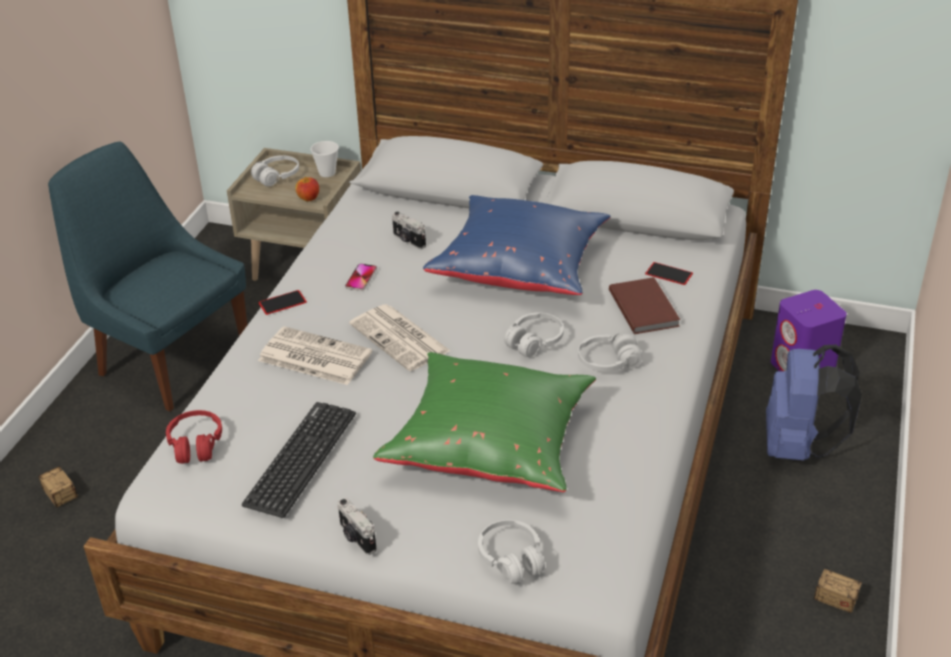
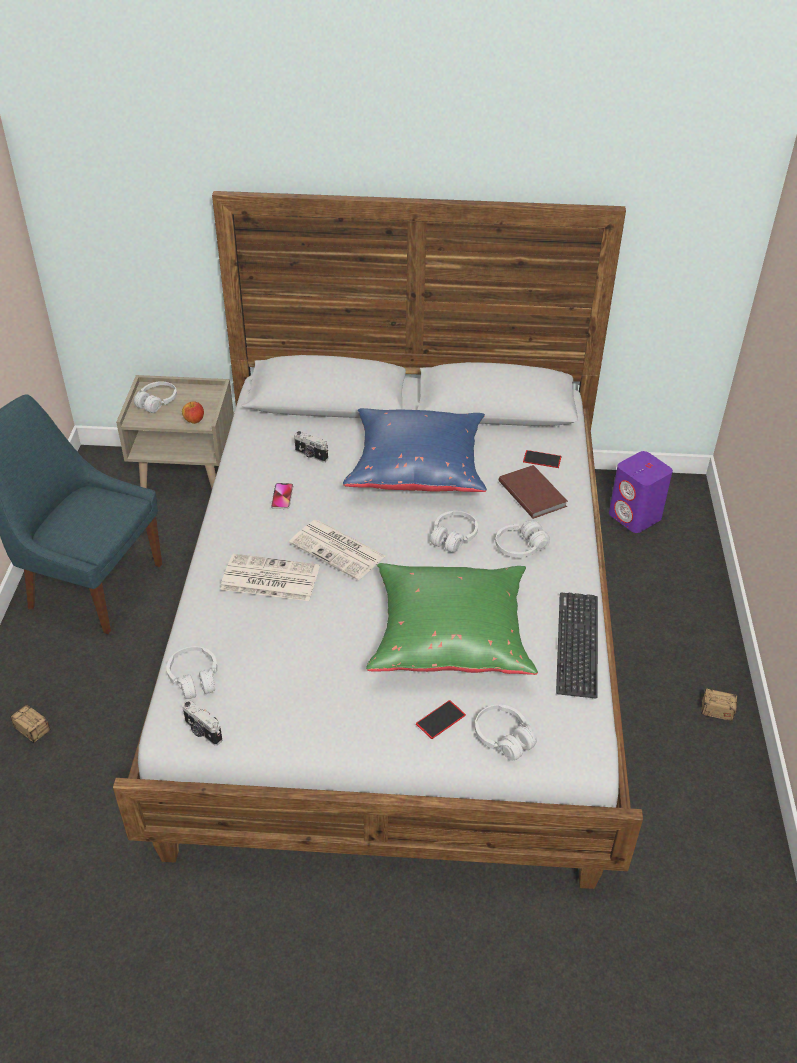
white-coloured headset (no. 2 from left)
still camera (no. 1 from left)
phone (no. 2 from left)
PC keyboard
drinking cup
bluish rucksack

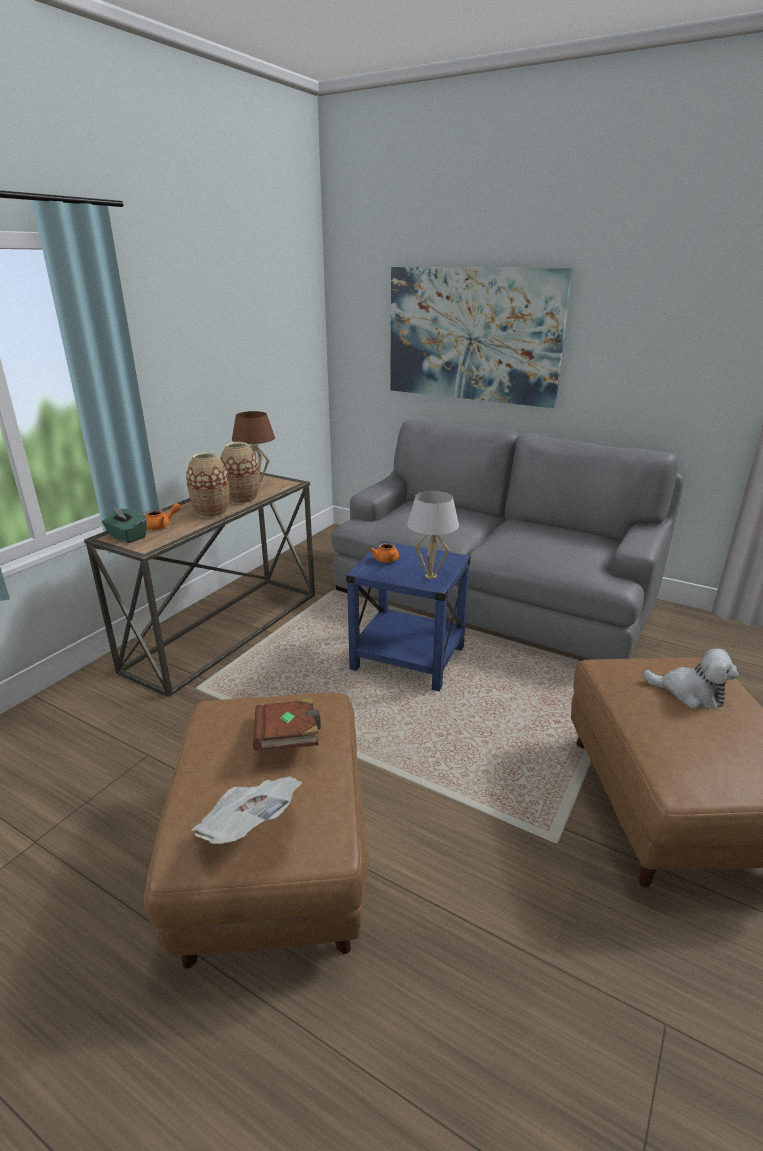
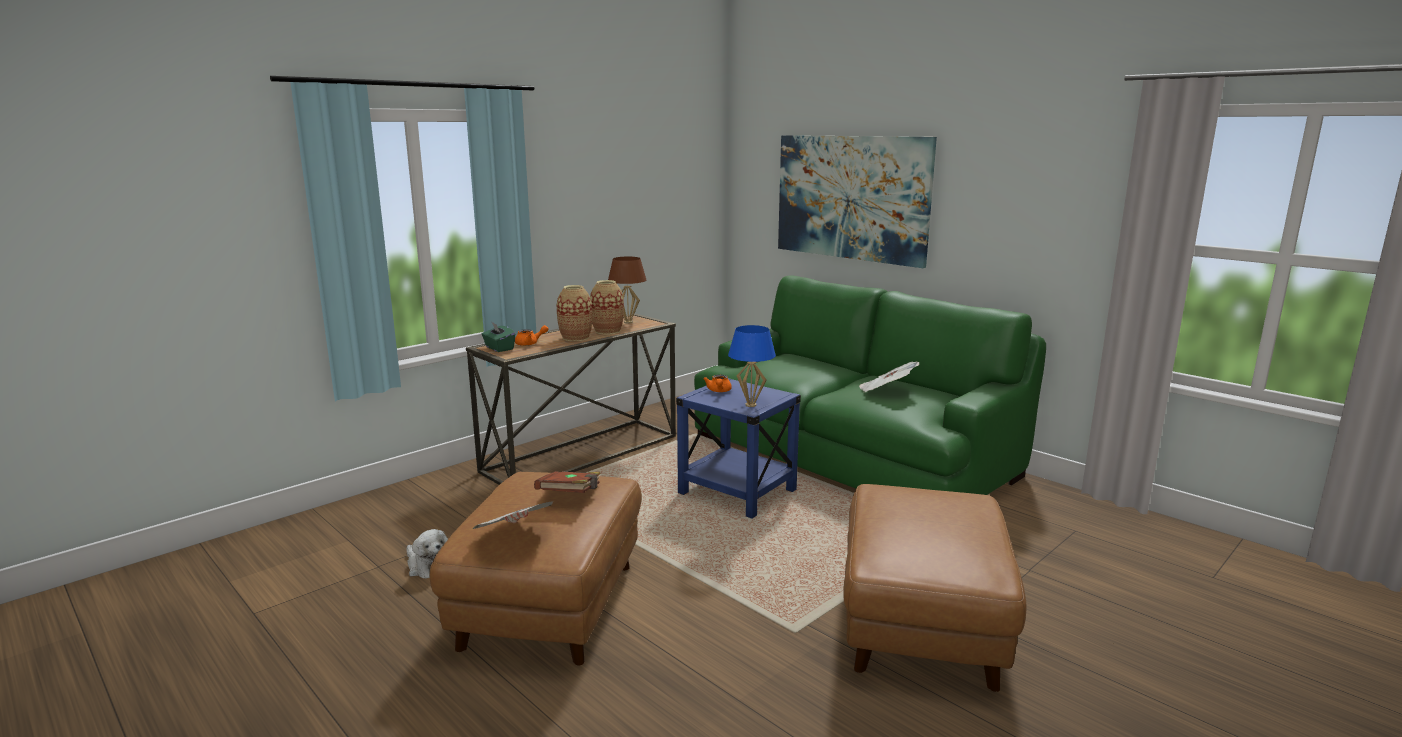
cuddly toy
greenish sofa
bluish lamp for a table
printed paper (no. 2 from left)

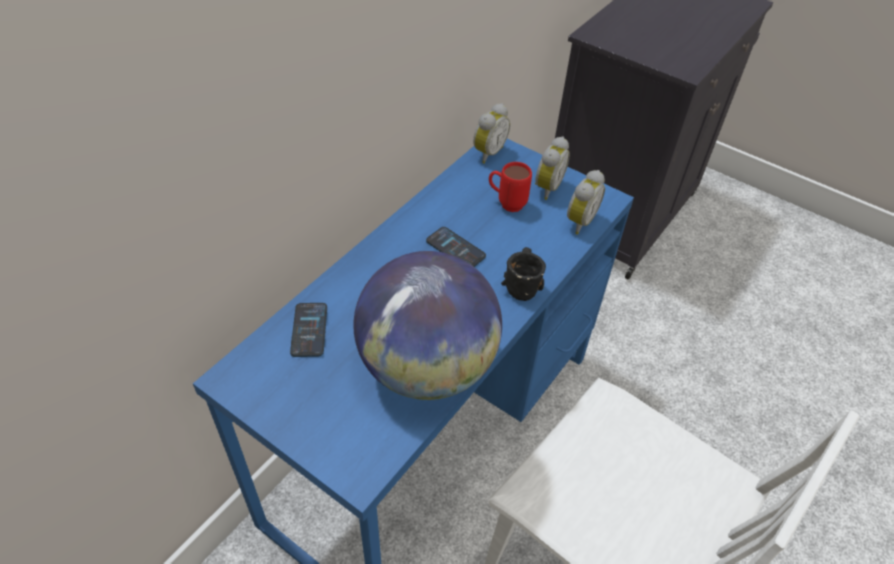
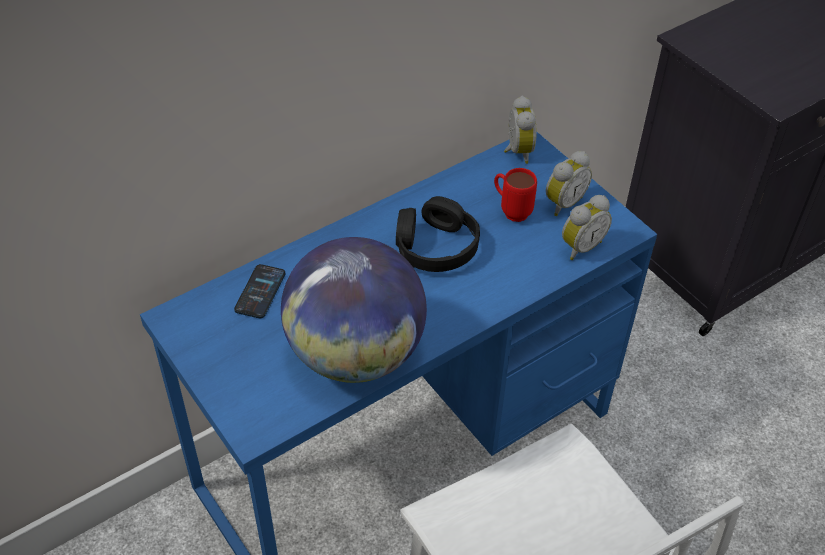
black-coloured headset
table clock (no. 1 from left)
black-coloured coffee mug

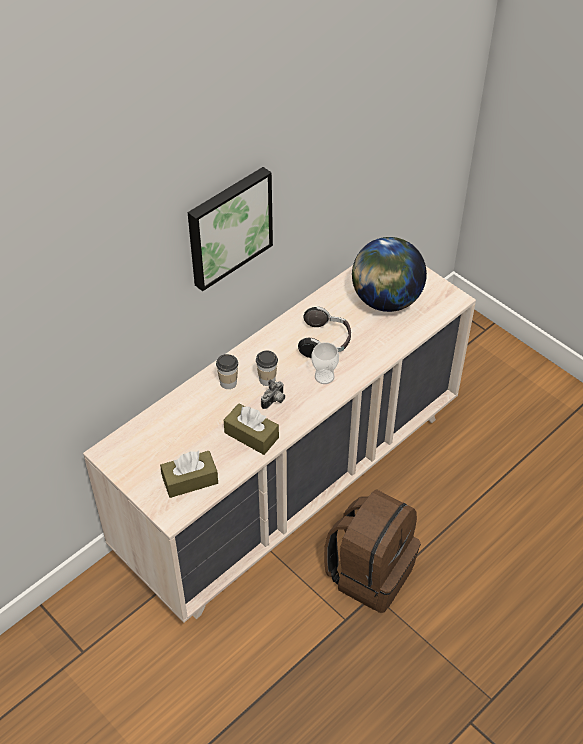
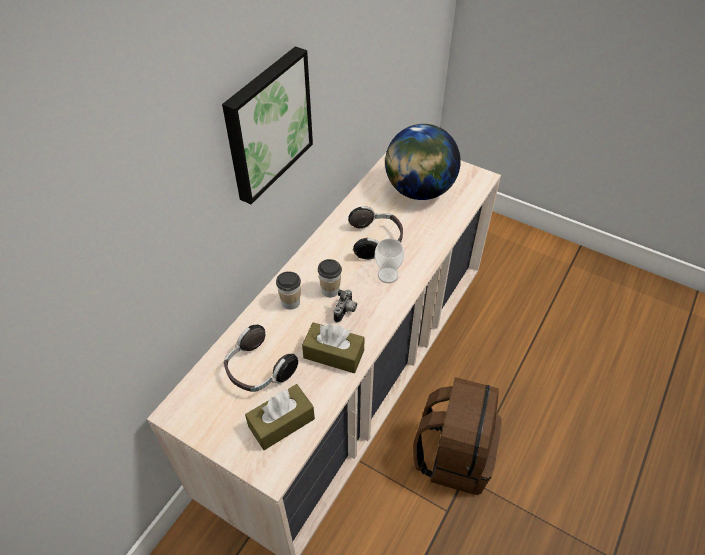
headset (no. 1 from left)

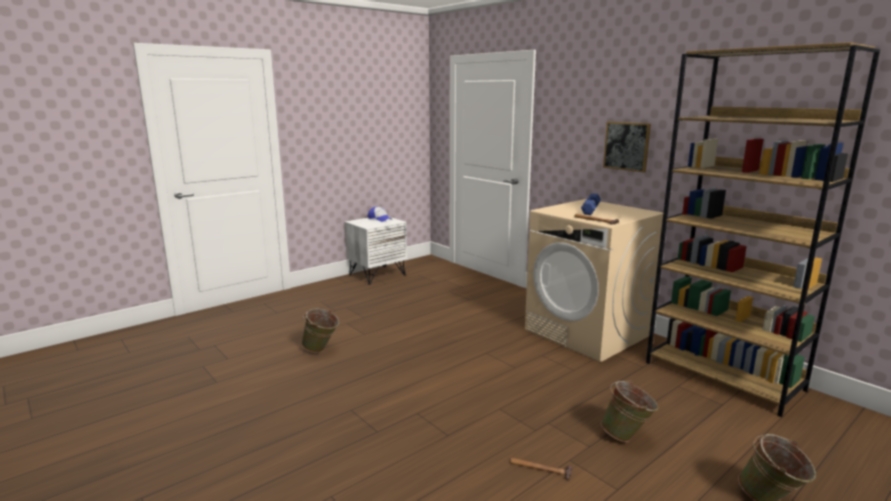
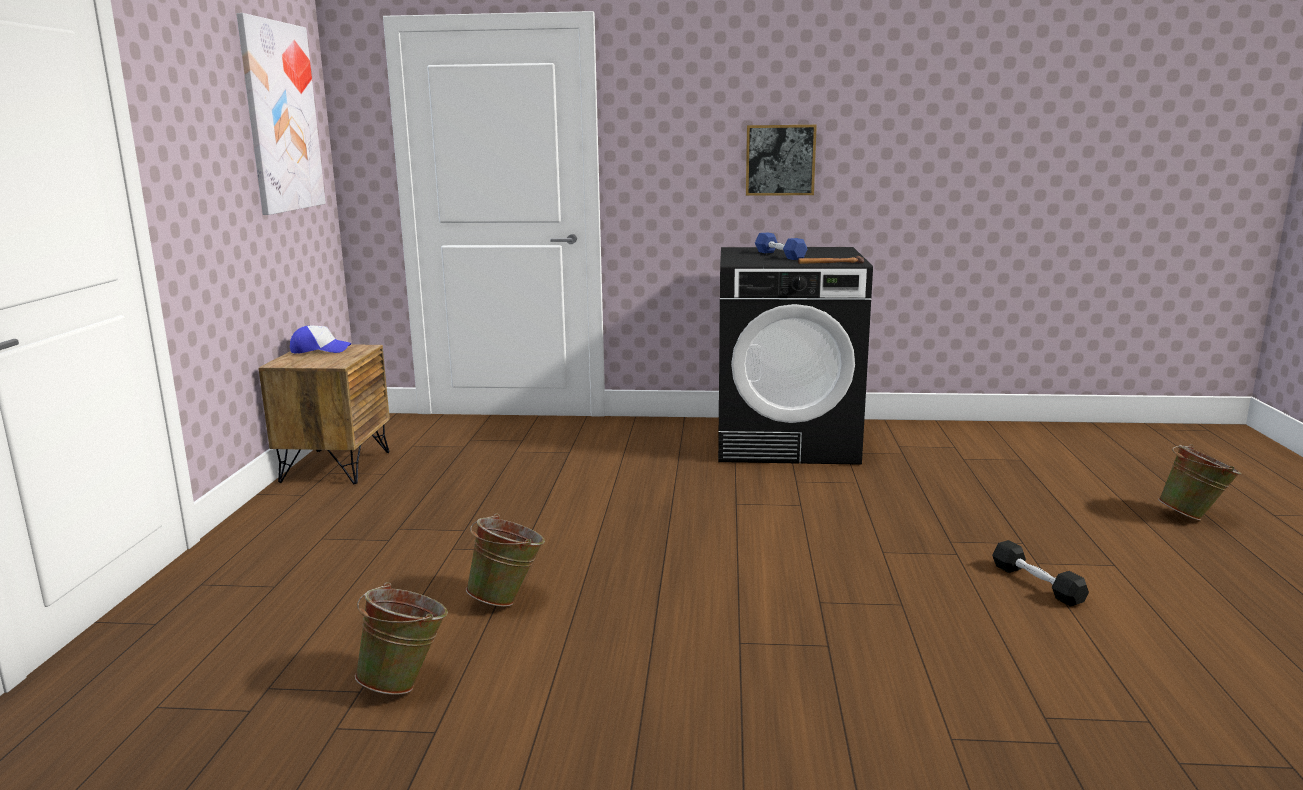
picture (no. 1 from left)
brown nightstand
greenish pail (no. 1 from left)
black-coloured laundry machine
black-coloured hand weight
brown bookshelf

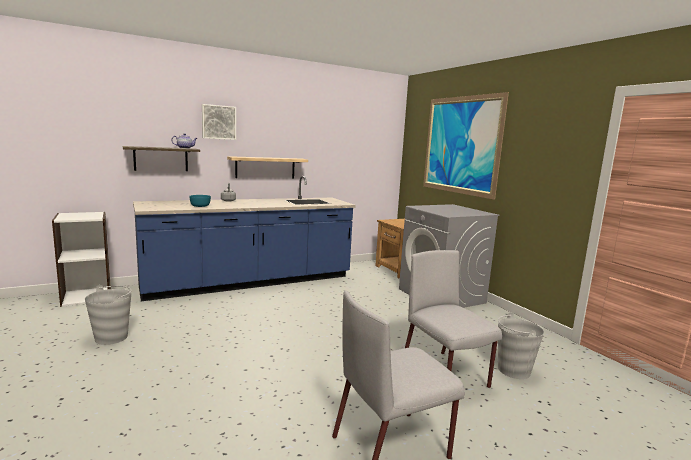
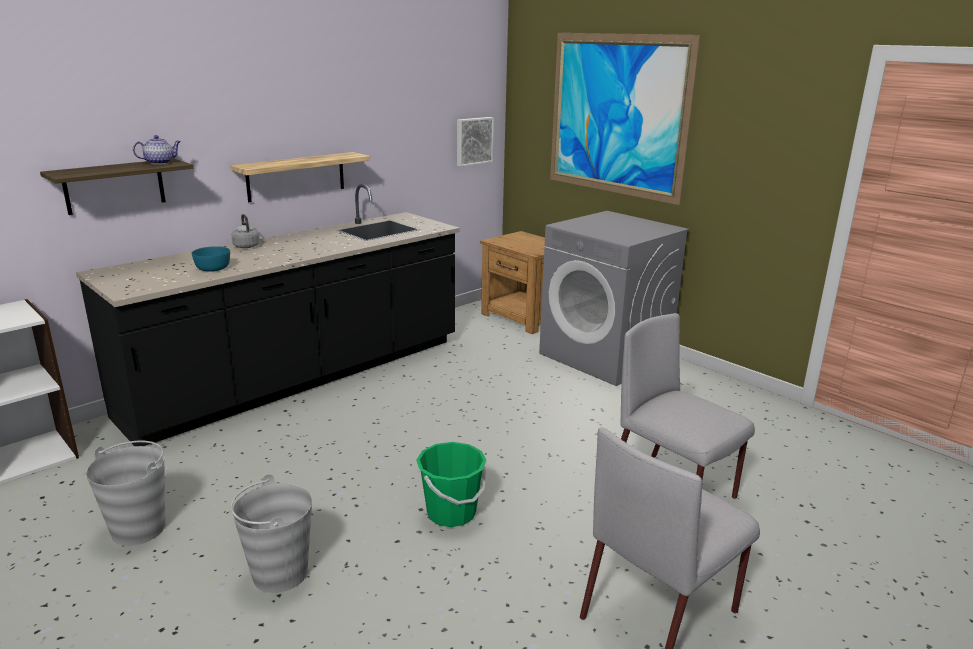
black-coloured kitchen counter
grey pail (no. 2 from left)
greenish pail
picture (no. 1 from left)

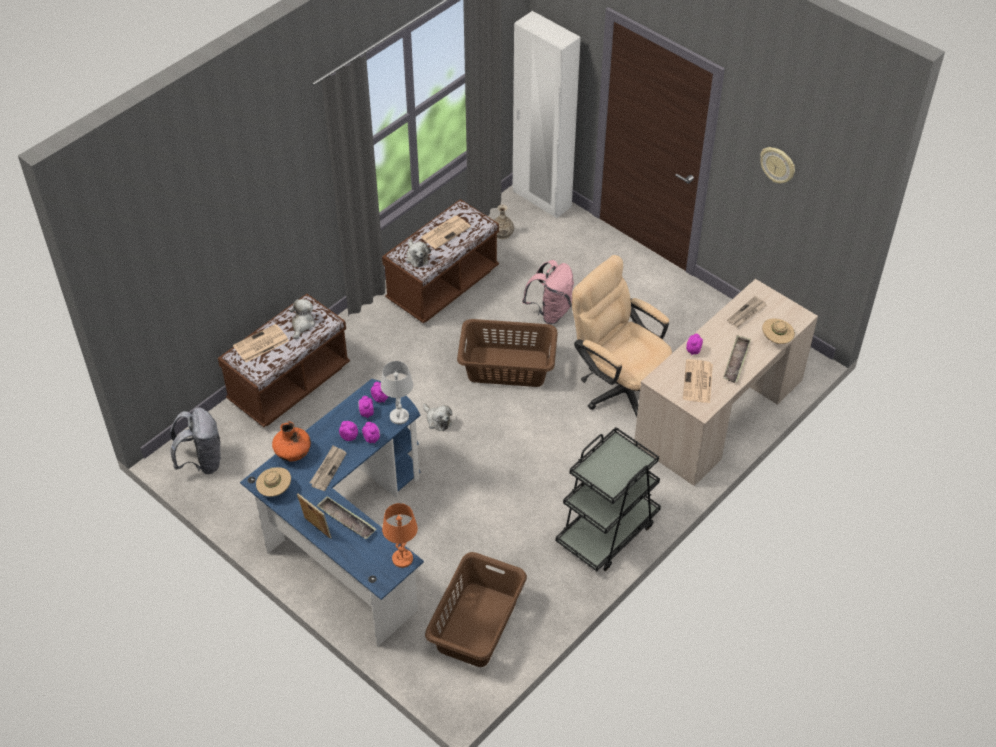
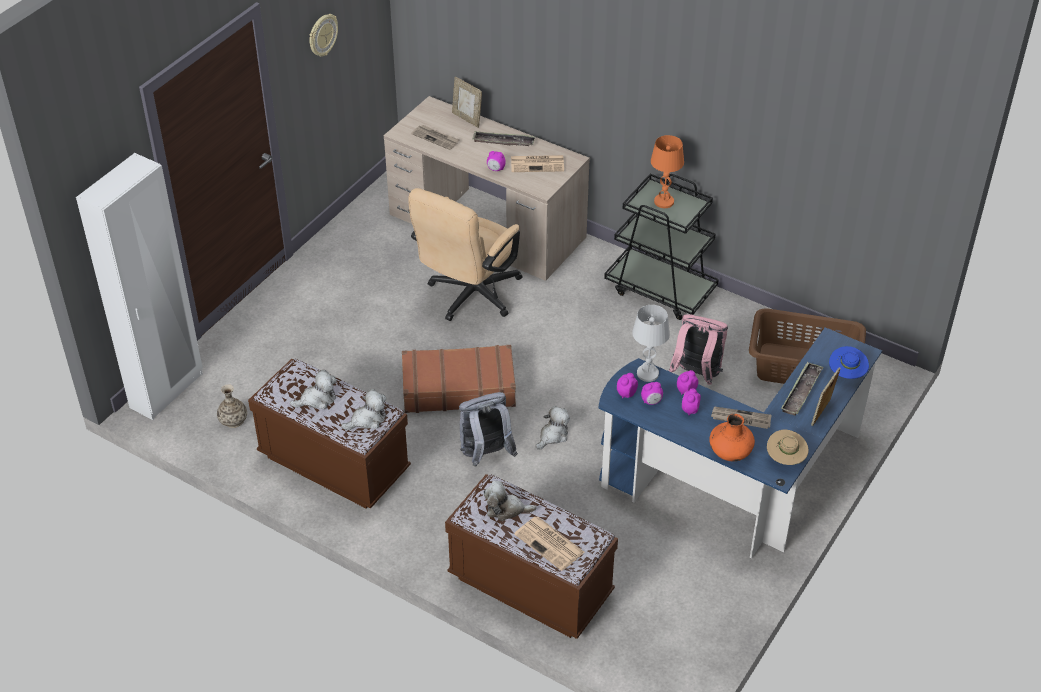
cuddly toy (no. 1 from left)
brown piece of luggage
picture frame (no. 1 from left)
grey rucksack
orangey lamp for a table
pink rucksack
bluish clothing hat

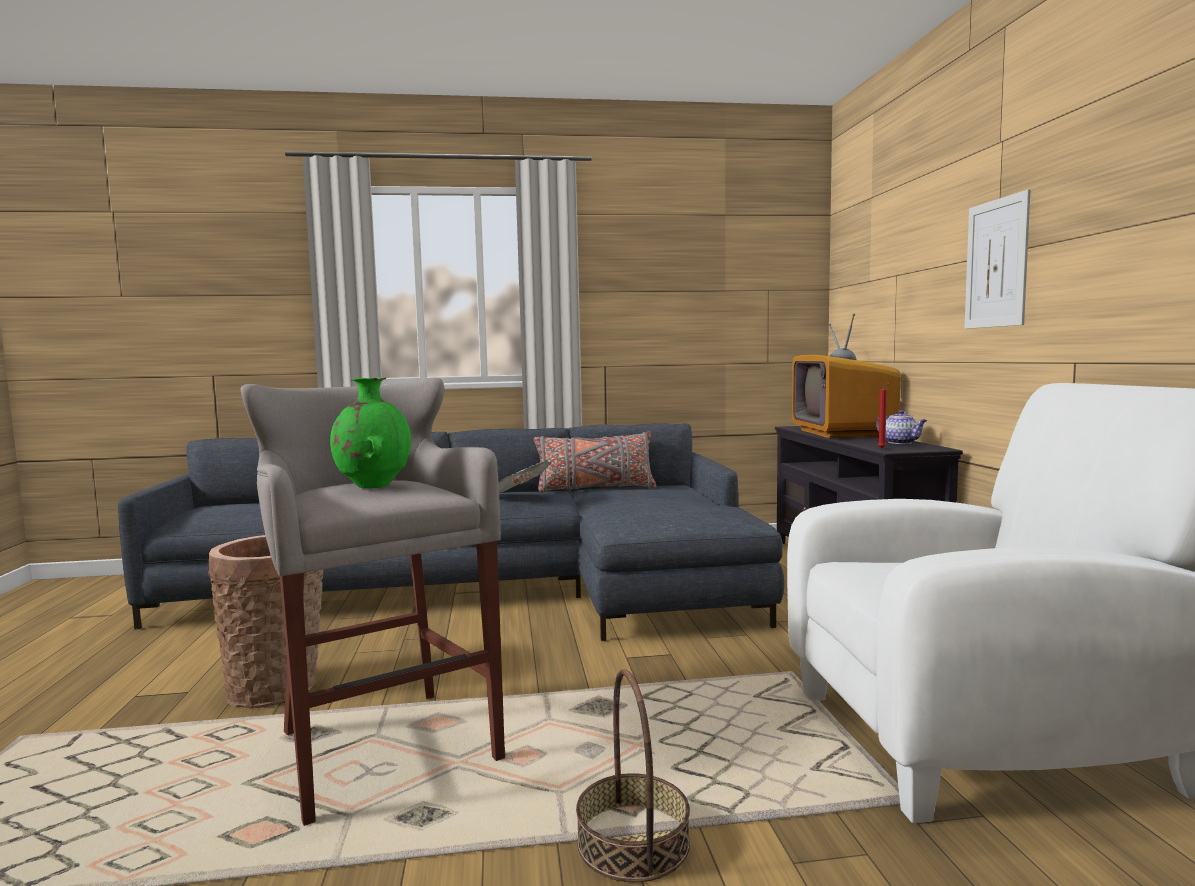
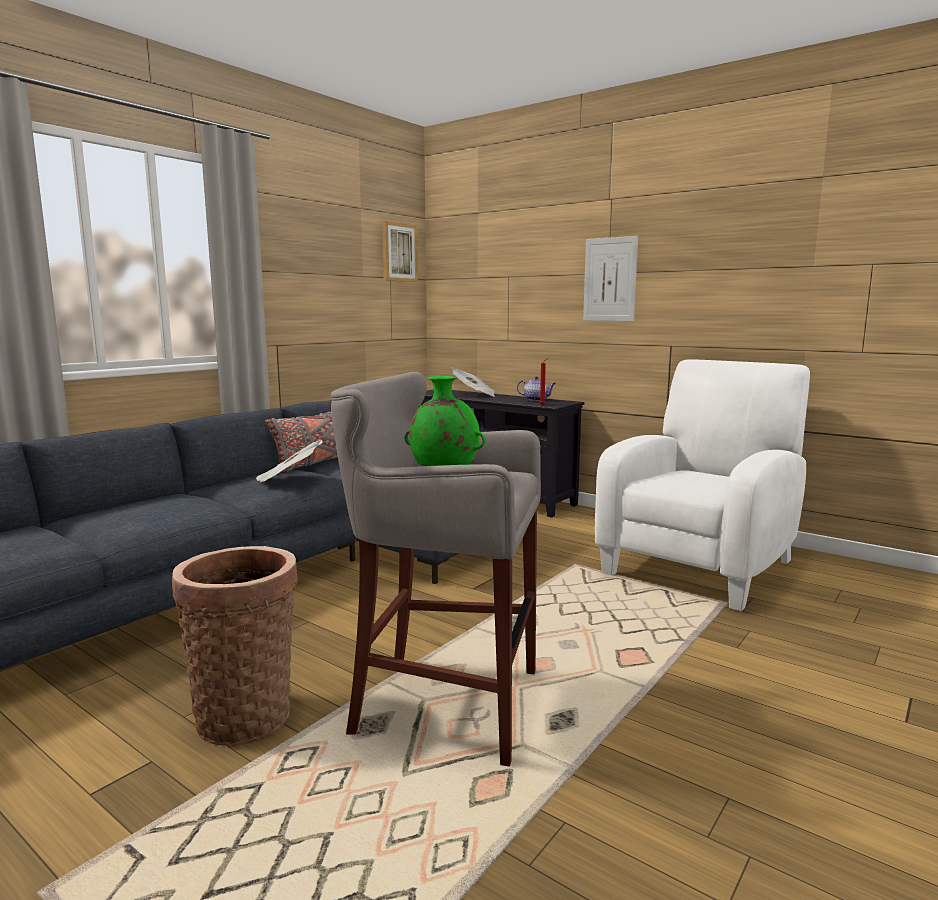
picture (no. 1 from left)
printed paper (no. 2 from left)
storage basket (no. 2 from left in the first image)

